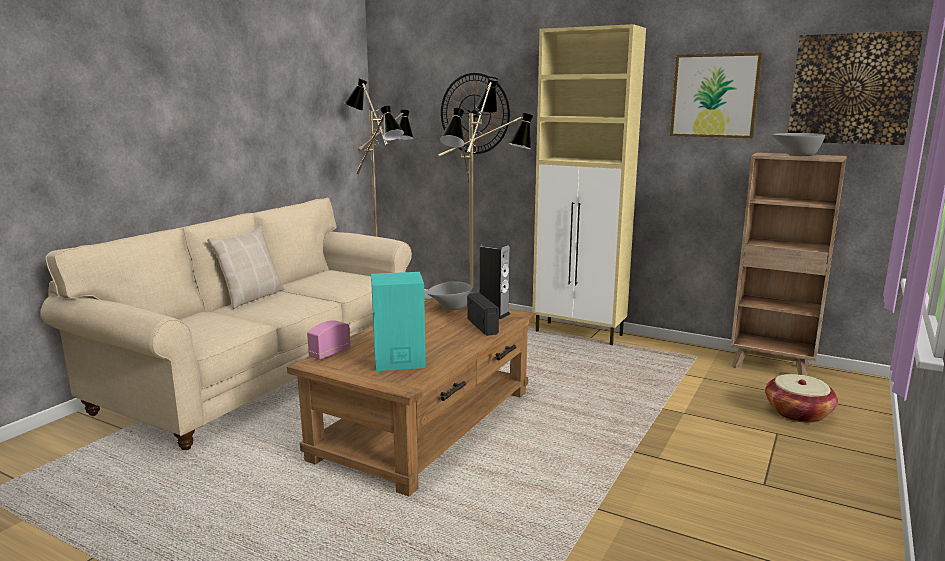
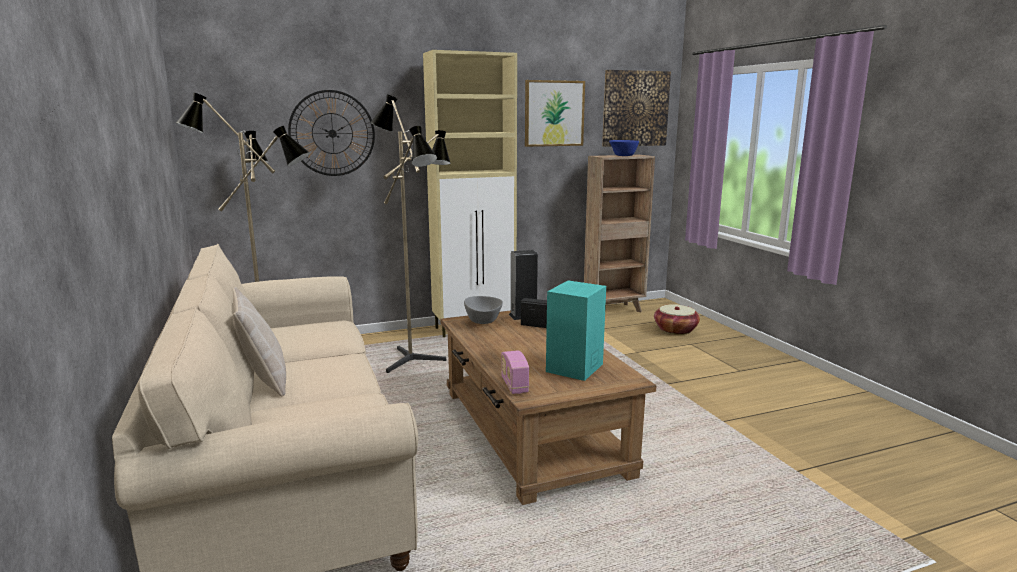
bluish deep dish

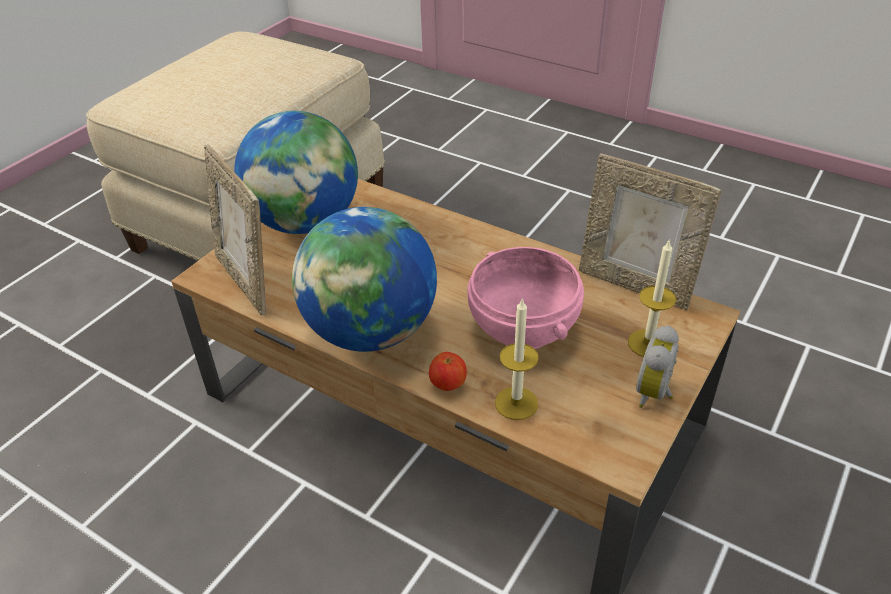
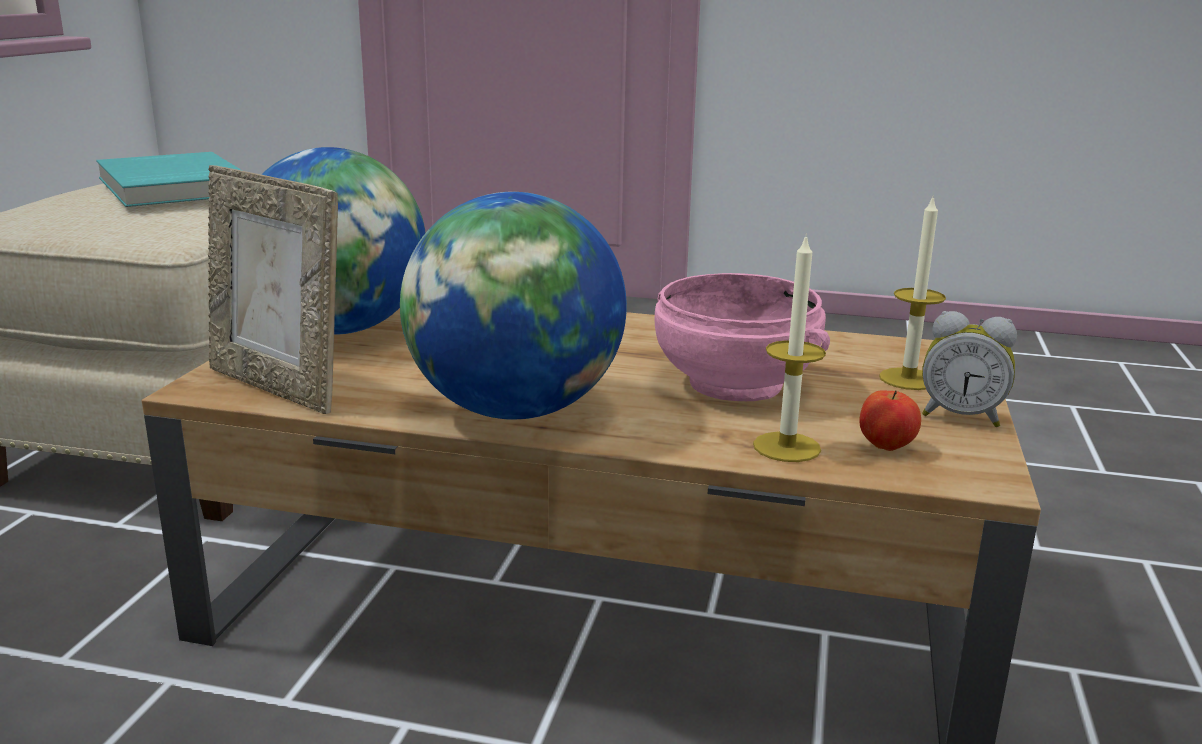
turquoise book
whole apple
table clock
picture frame (no. 2 from left in the first image)

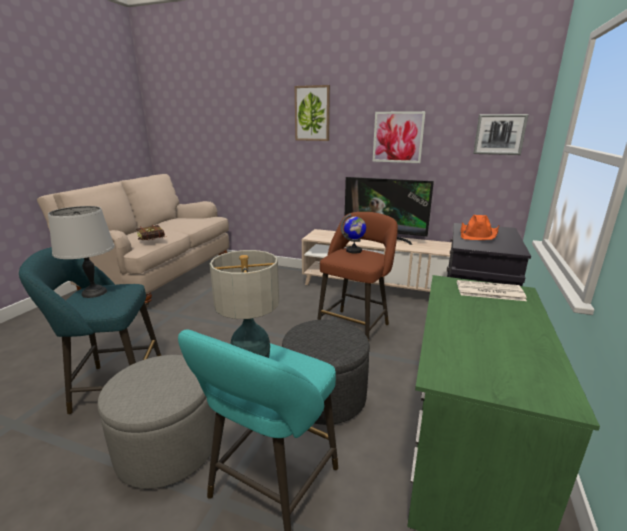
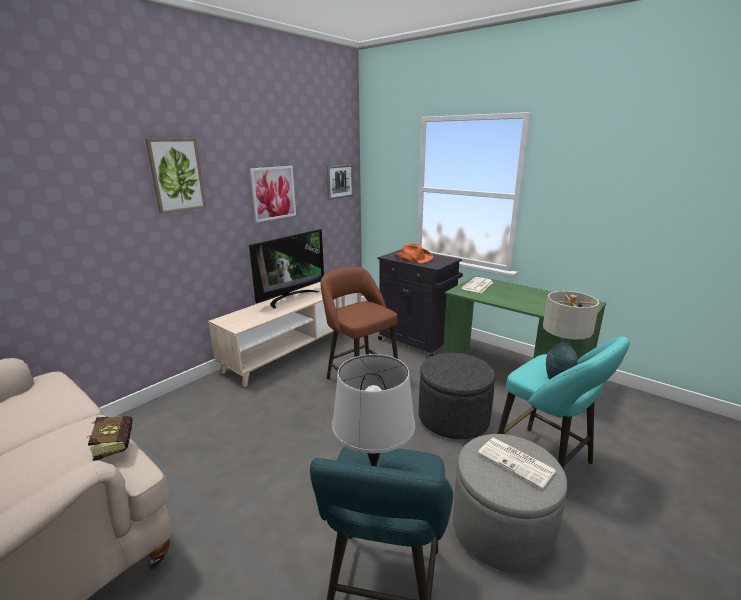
printed paper (no. 2 from left)
globe

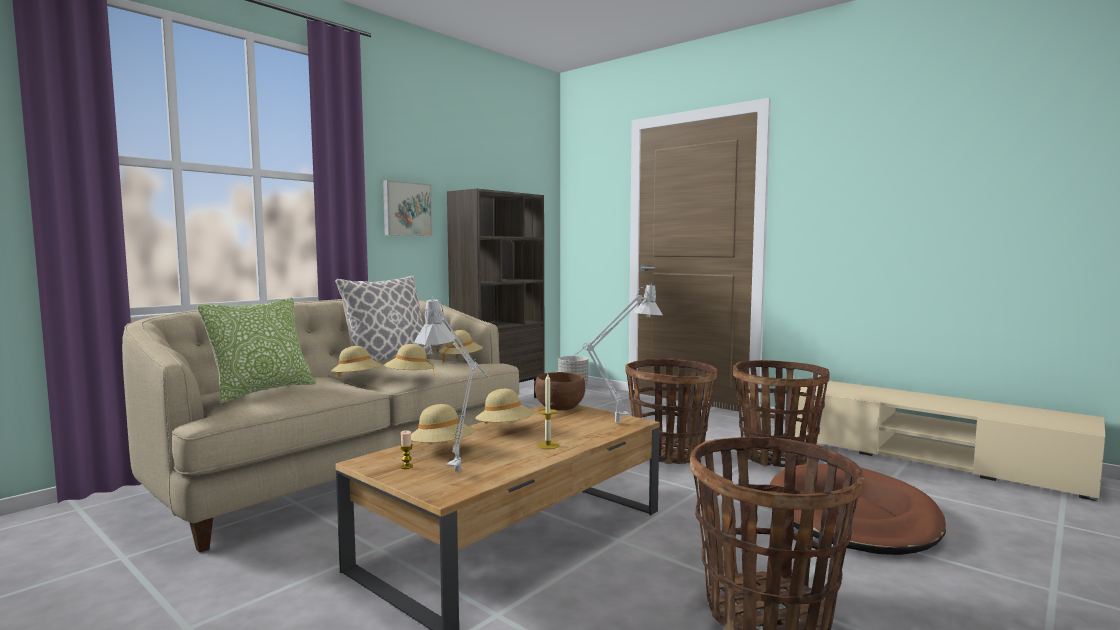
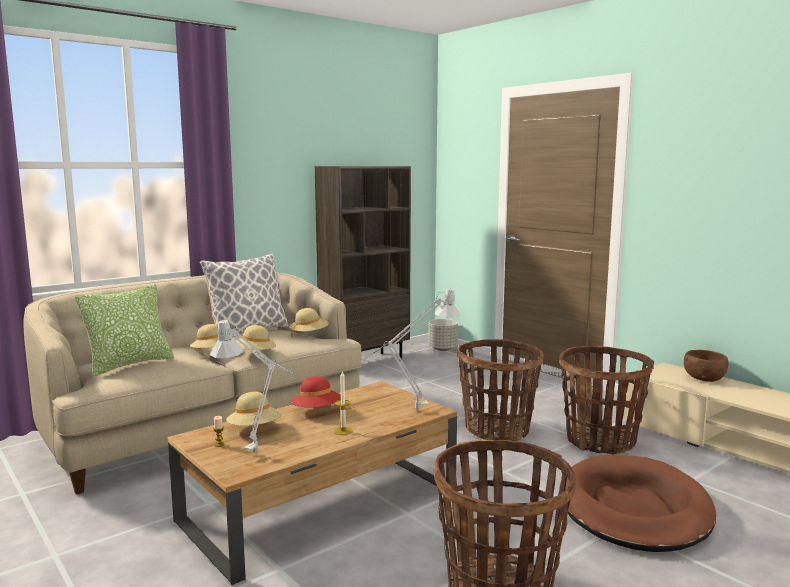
red-coloured clothing hat
brown deep dish
picture

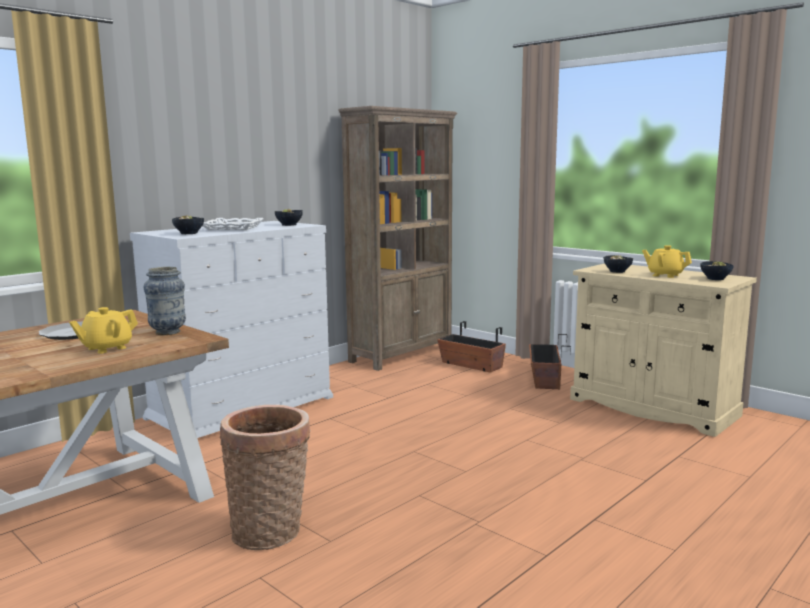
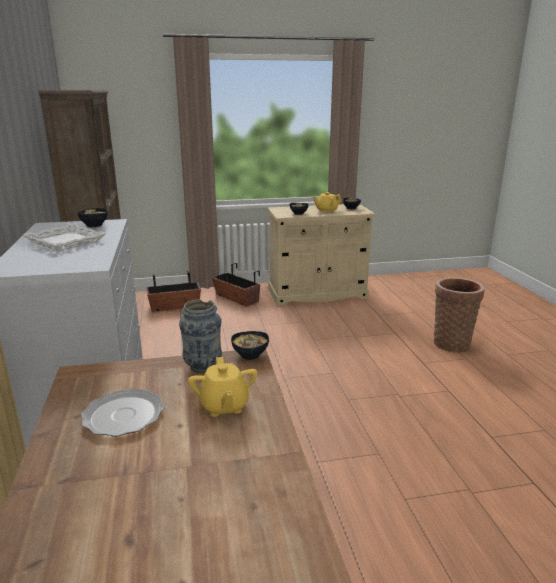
deep dish (no. 2 from left)
storage basket

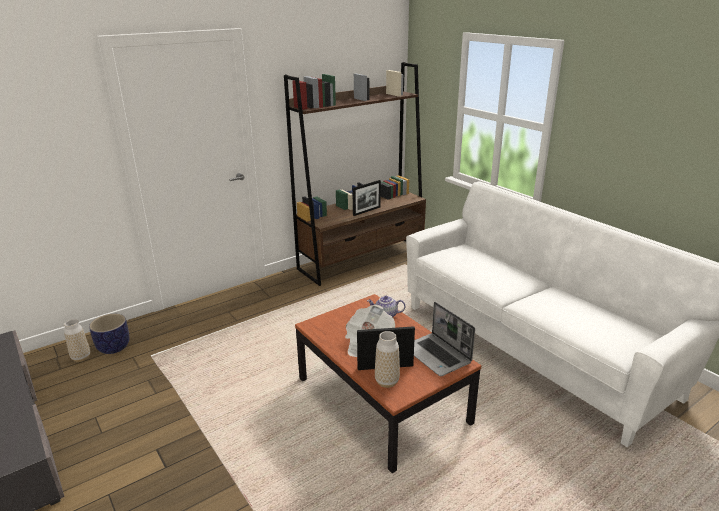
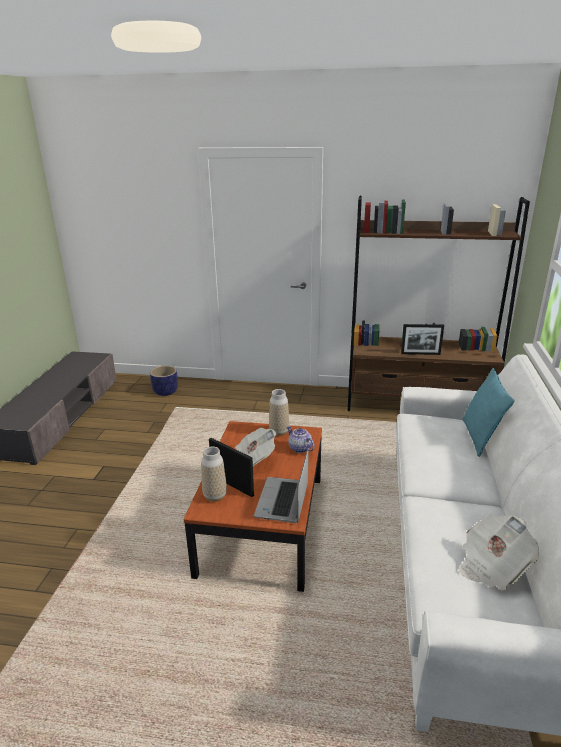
vase (no. 2 from left)
printed paper (no. 2 from left)
turquoise pillow

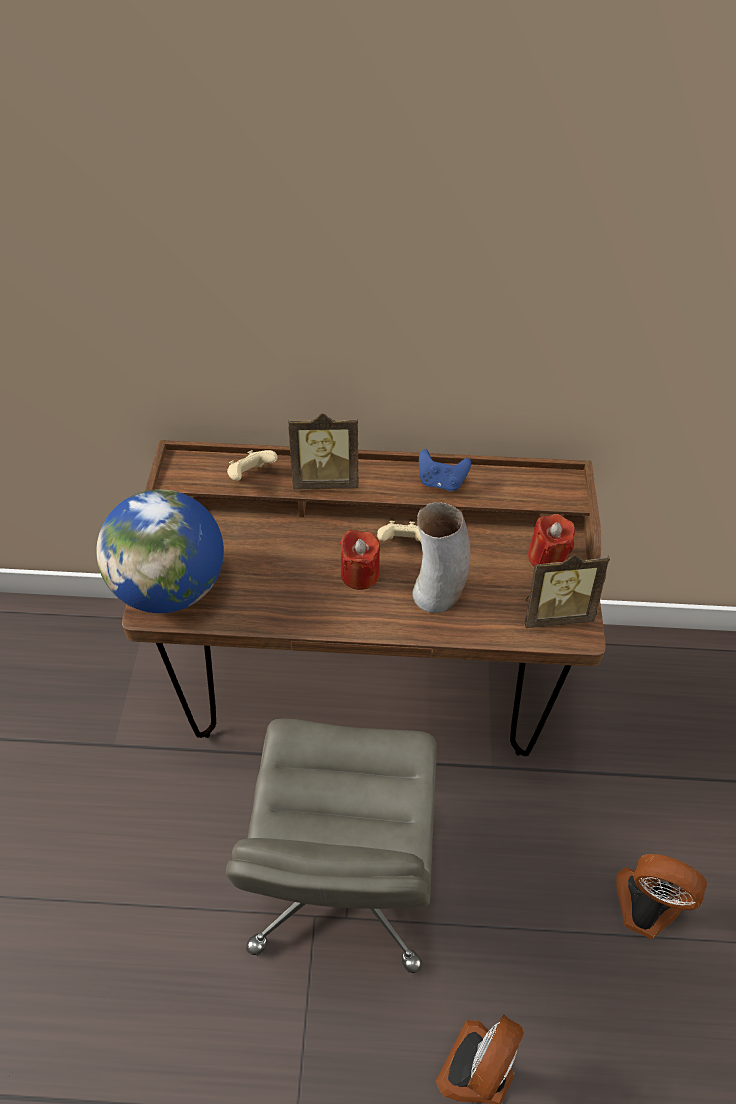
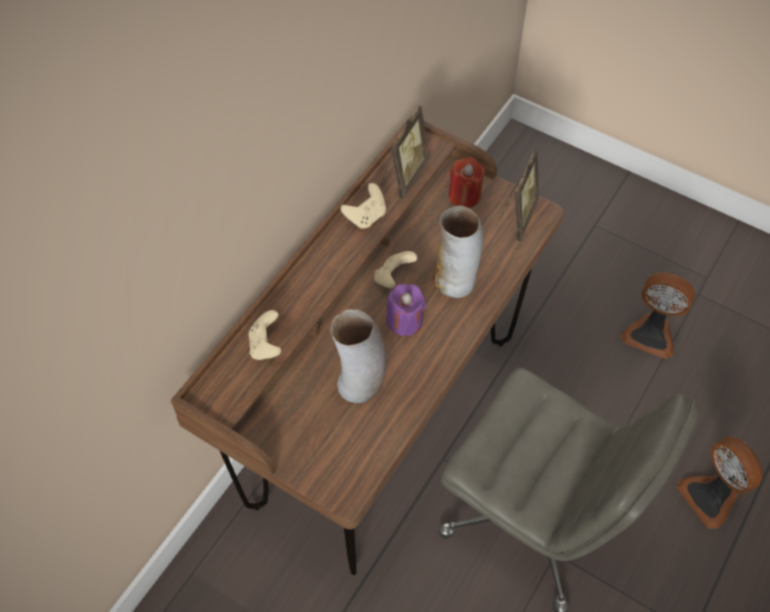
vase (no. 1 from left)
beige gamepad (no. 2 from left)
picture frame (no. 1 from left)
purple wax light
electric fan (no. 1 from left)
globe

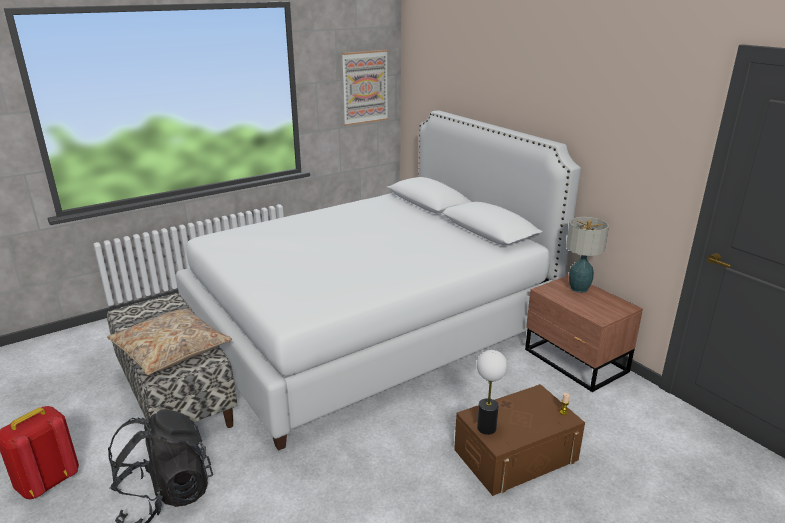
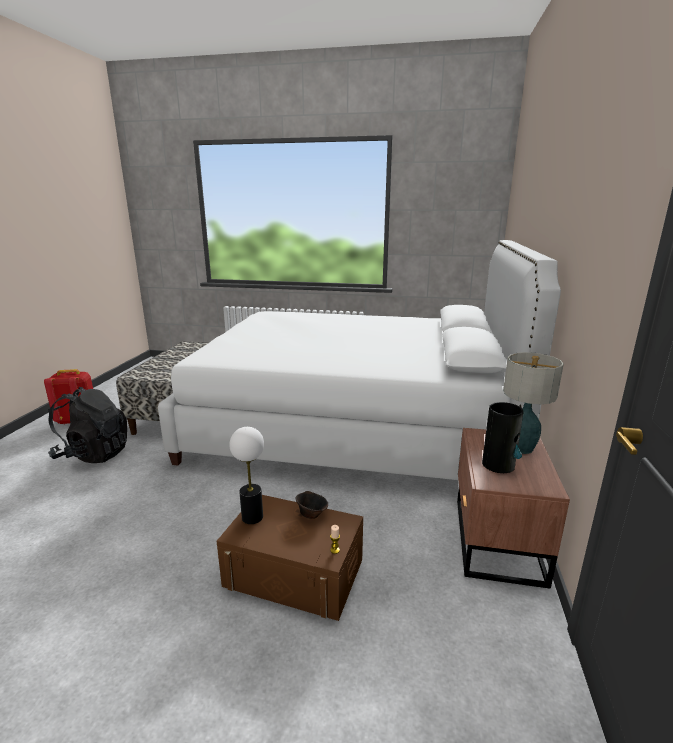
brown deep dish
vase
beige pillow
picture

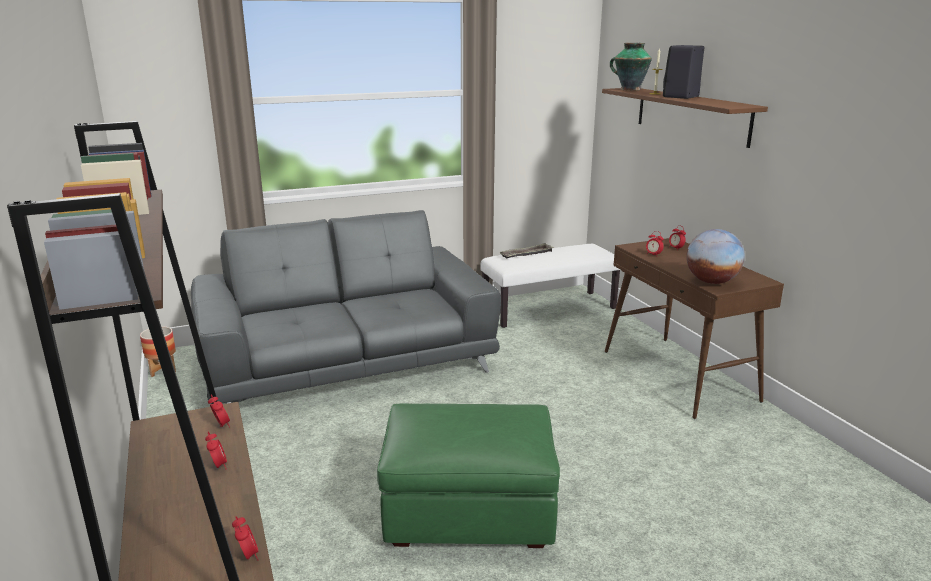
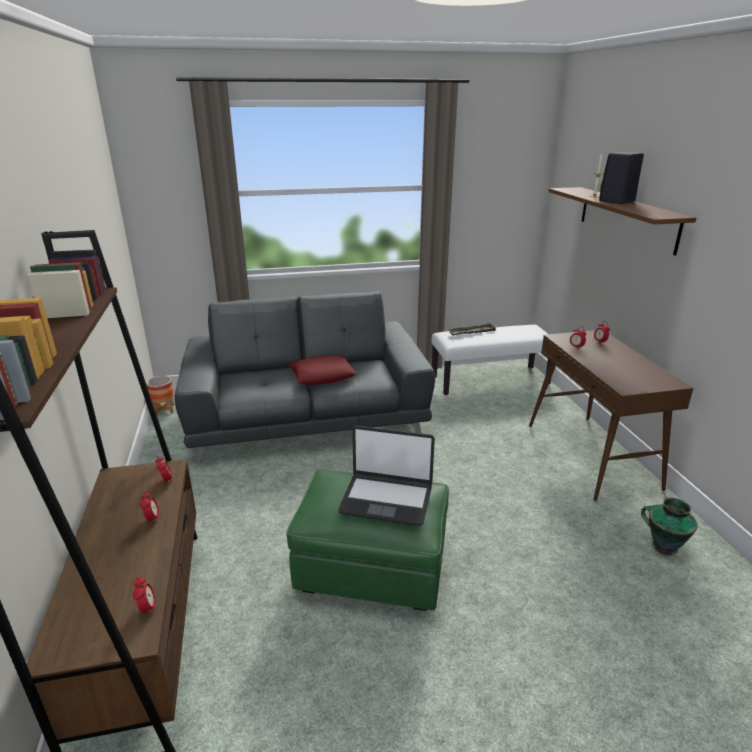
red-coloured pillow
notebook computer
vase
globe

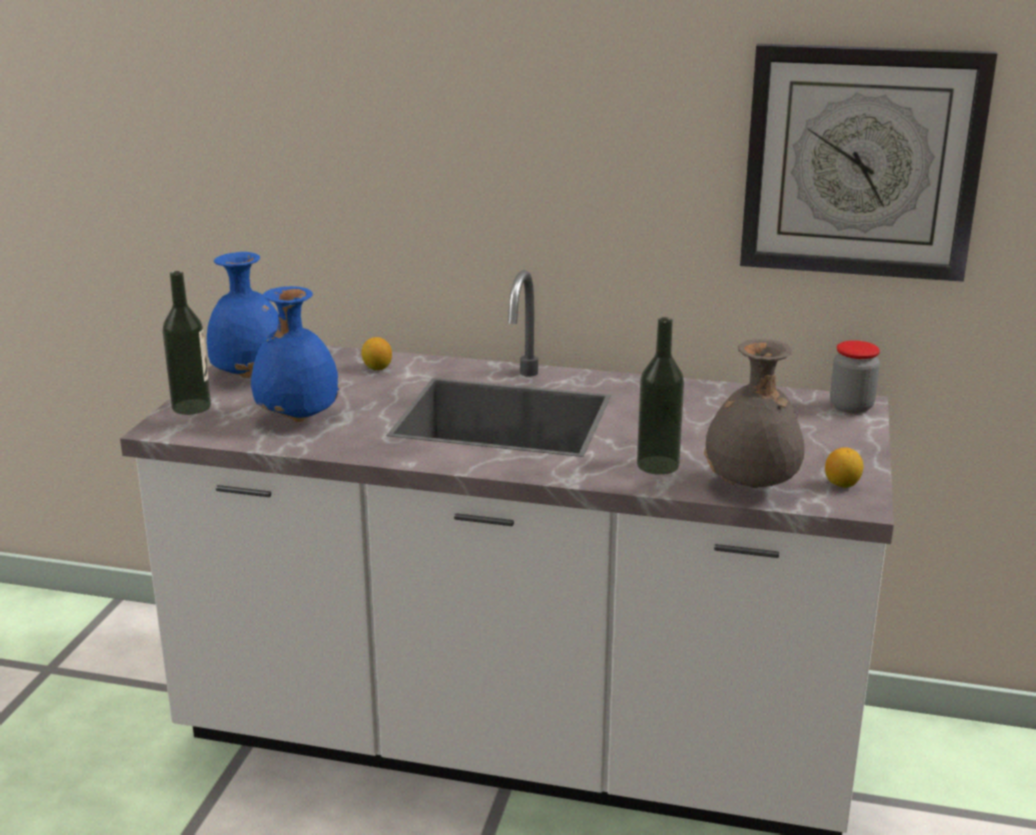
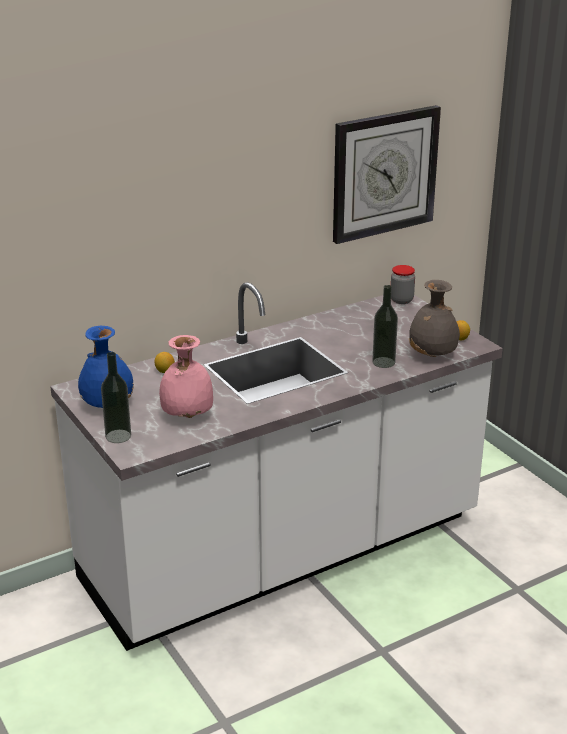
pink vase

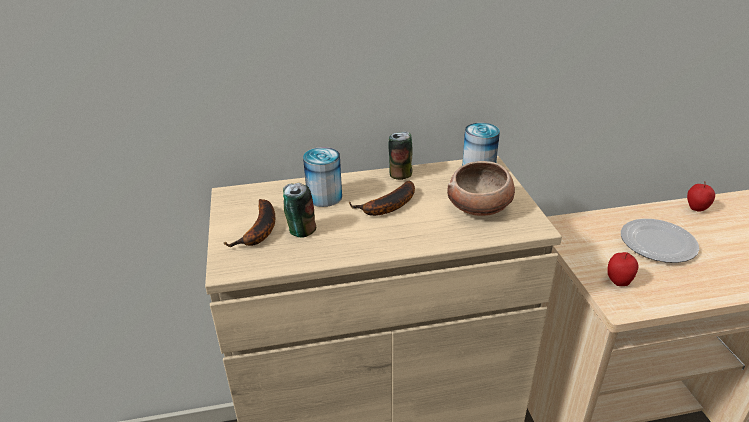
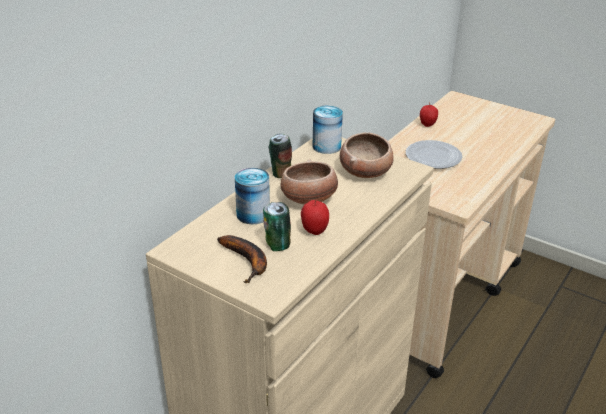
deep dish (no. 1 from left)
whole apple (no. 1 from left)

